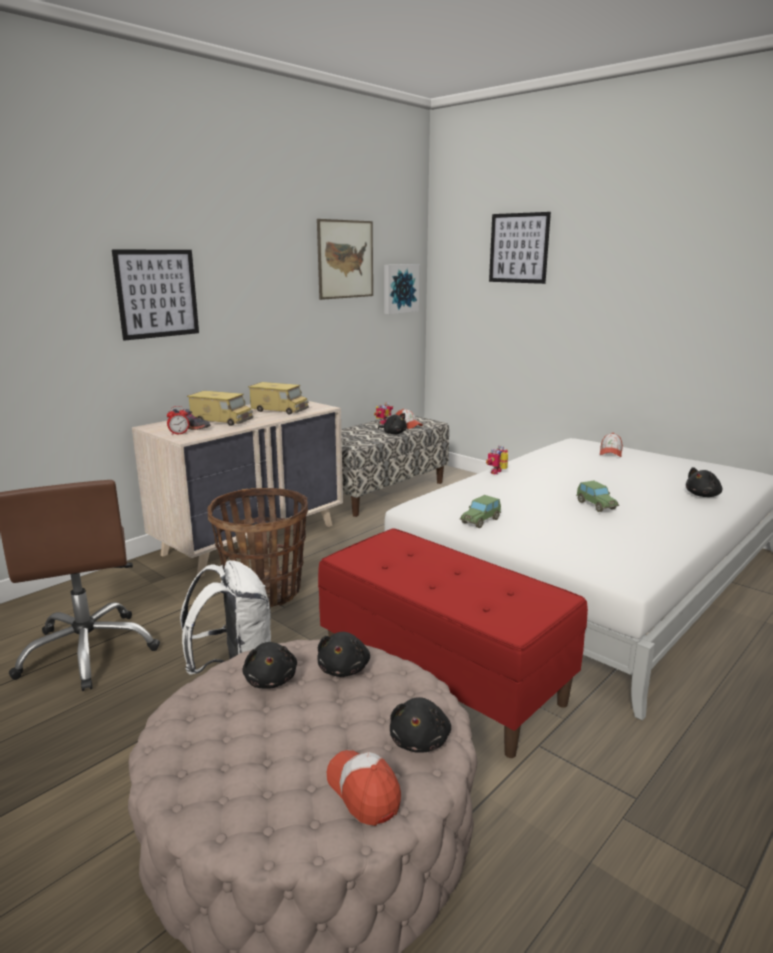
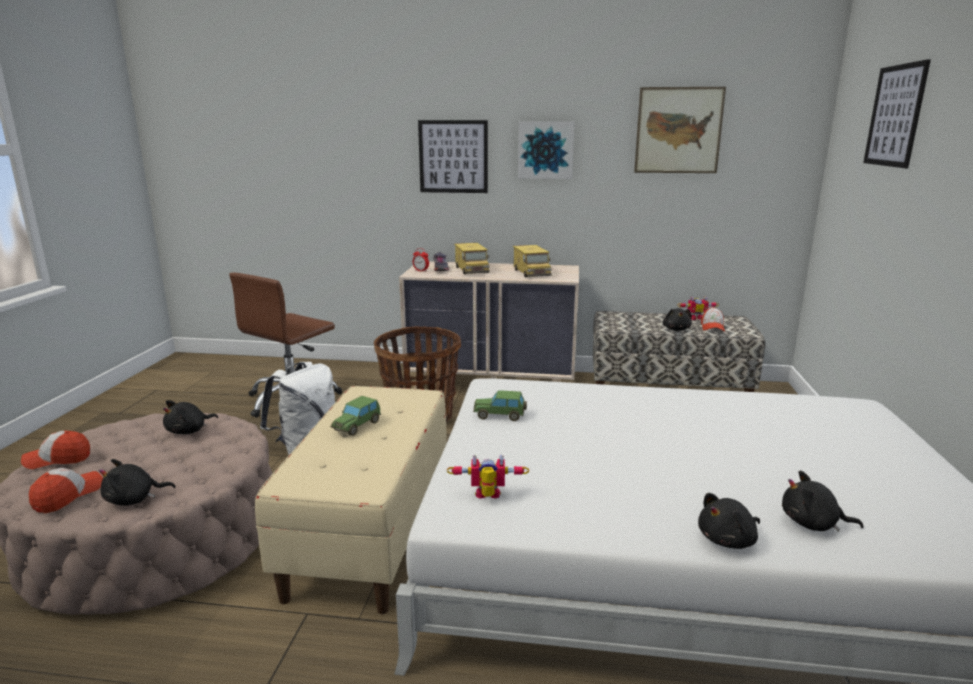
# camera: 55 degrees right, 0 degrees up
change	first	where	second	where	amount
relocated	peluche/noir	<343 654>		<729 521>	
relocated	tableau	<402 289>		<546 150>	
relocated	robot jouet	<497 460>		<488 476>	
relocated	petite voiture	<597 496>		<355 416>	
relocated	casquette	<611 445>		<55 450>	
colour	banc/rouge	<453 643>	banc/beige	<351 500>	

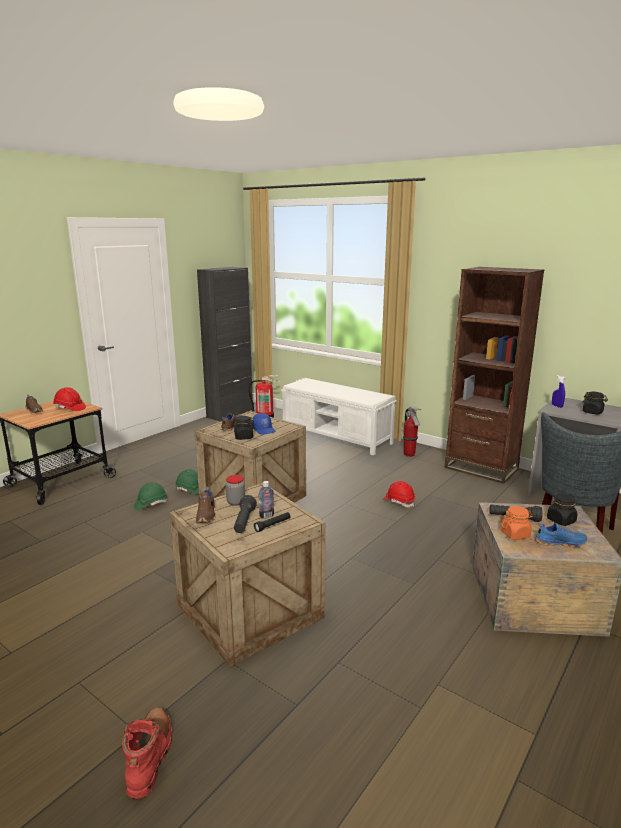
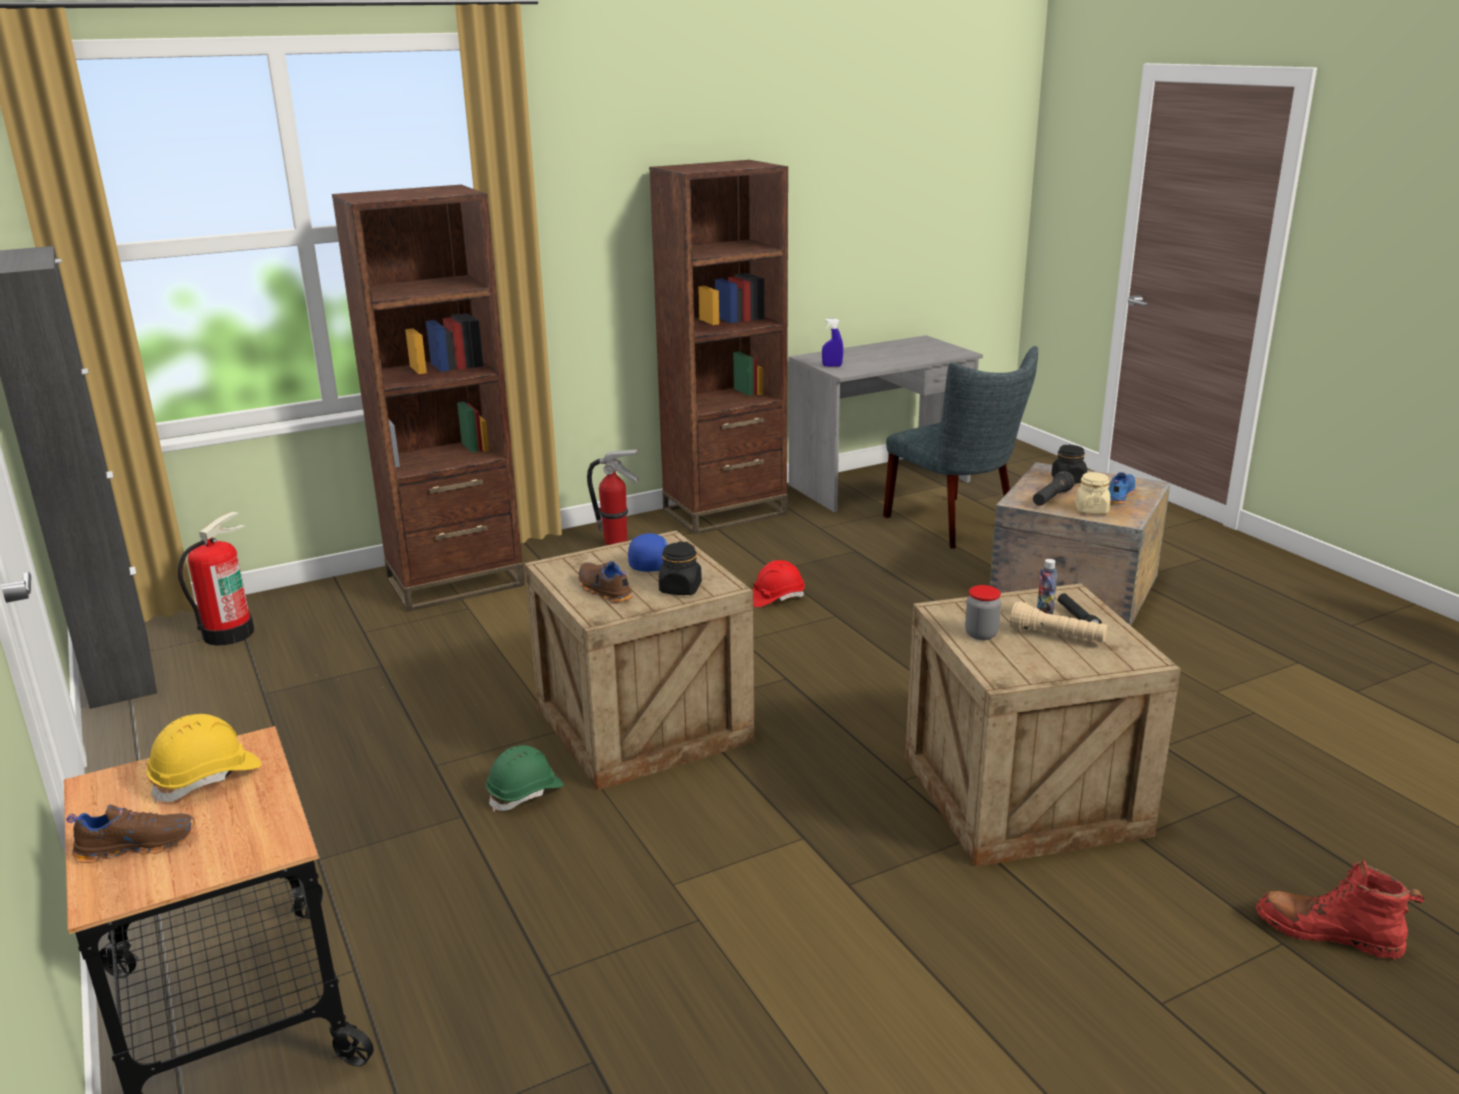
# camera: 65 degrees left, 5 degrees up
change	first	where	second	where	amount
missing	casque de chantier/vert	<150 496>			
missing	chaussure/marron	<206 505>			
missing	bocal/noir	<595 403>			
exchanged	banc/blanc	<339 416>	bibliothèque/marron	<428 398>	
colour	casque de chantier/rouge	<69 399>	casque de chantier/jaune	<203 758>	
colour	lampe de poche/noir	<245 514>	lampe de poche/beige	<1058 622>	
colour	bocal/orange	<516 523>	bocal/beige	<1092 493>	

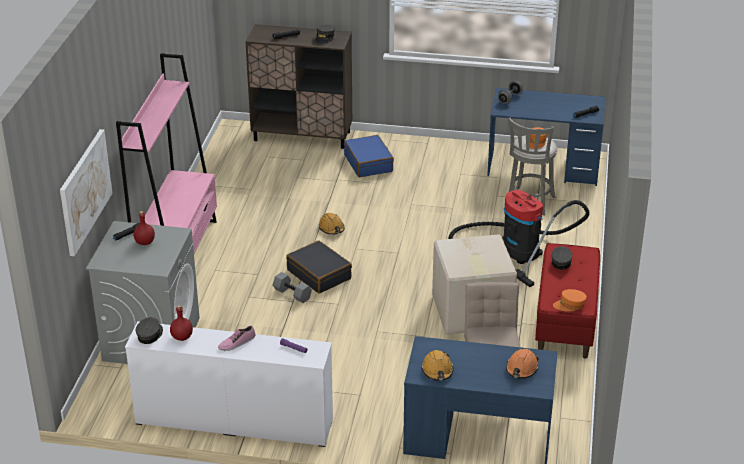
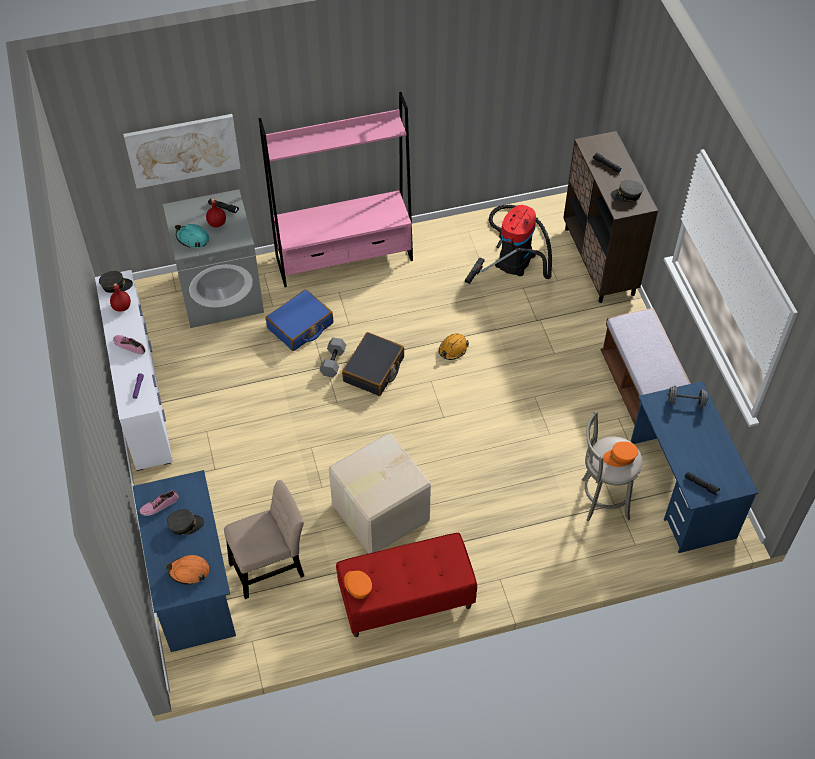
# camera: 65 degrees right, 20 degrees up
change	first	where	second	where	amount
appeared			casque de chantier/turquoise	<192 236>	
appeared			banc/marron	<646 366>	
relocated	valise/bleu	<369 156>		<299 320>	
relocated	aspirateur	<518 238>		<508 244>	
relocated	casquette/gris	<562 258>		<185 522>	
exchanged	casque de chantier/orange	<437 365>	chaussure	<159 503>	

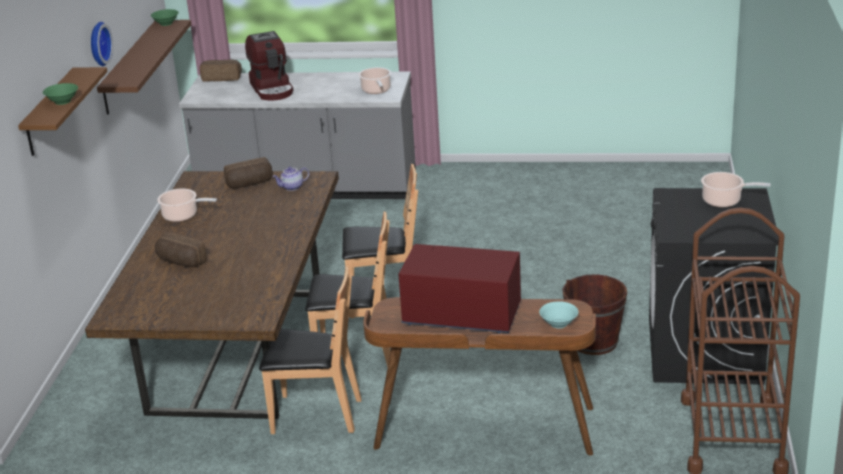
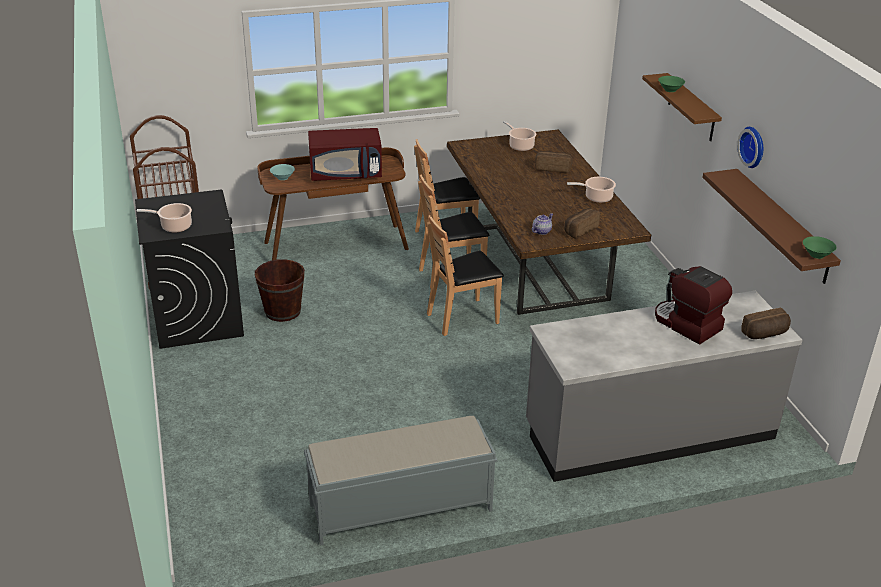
# camera: 155 degrees right, 5 degrees up
change	first	where	second	where	amount
appeared			banc/gris	<400 480>	
relocated	marmite	<374 80>		<519 136>	

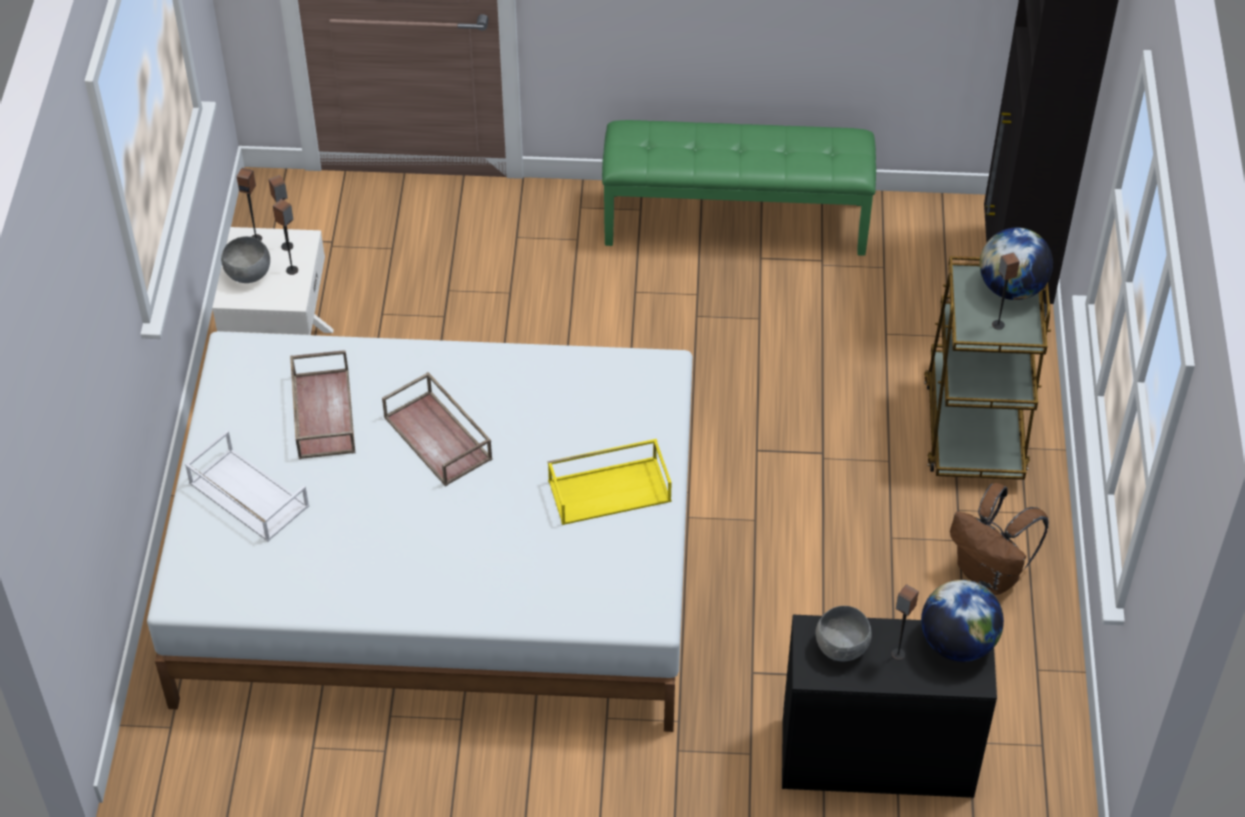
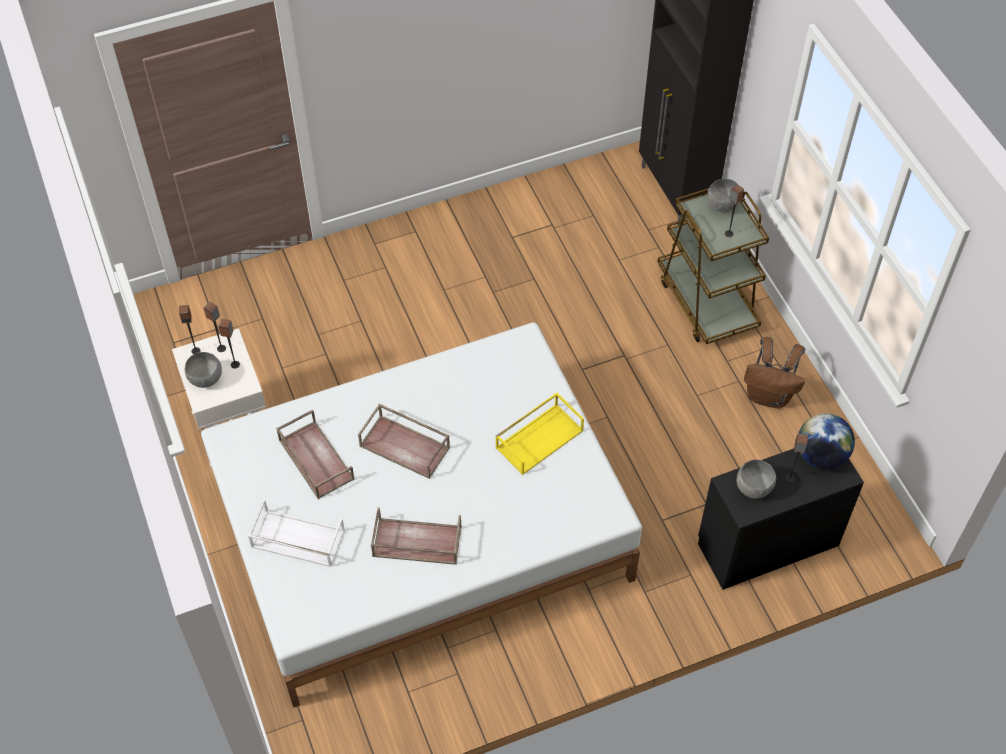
# camera: 25 degrees left, 5 degrees up
change	first	where	second	where	amount
missing	banc/vert	<739 188>			
appeared			plateau/marron	<416 536>	
exchanged	globe	<1016 264>	bol/gris	<723 195>	

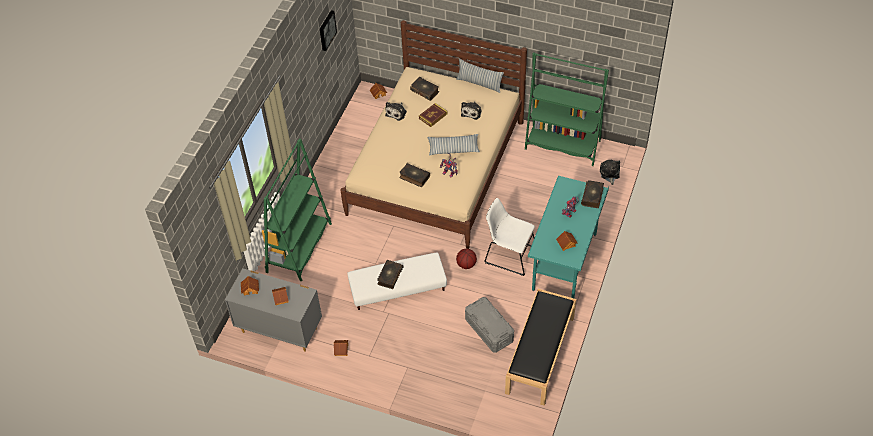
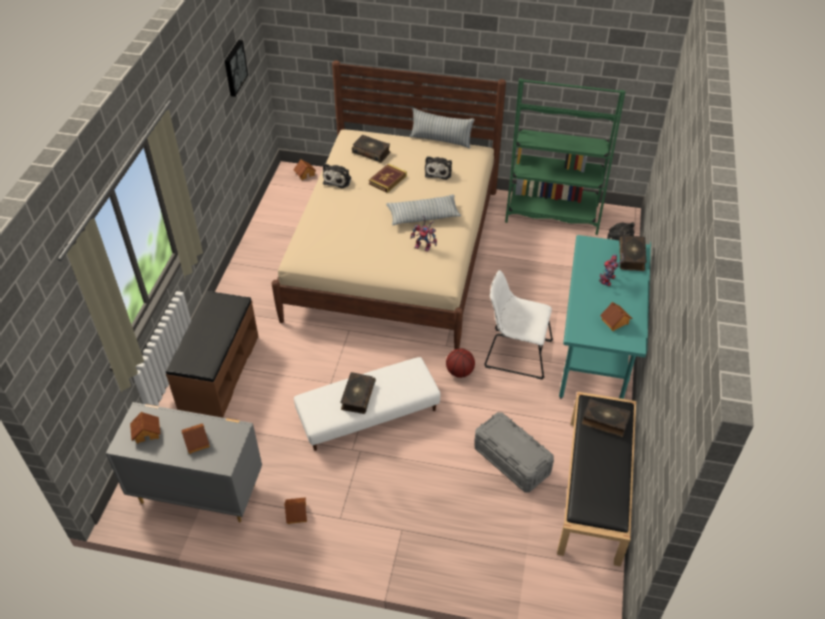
# camera: 10 degrees left, 5 degrees down
change	first	where	second	where	amount
relocated	livre	<414 175>		<606 418>	
exchanged	bibliothèque/vert	<297 210>	banc/marron	<212 354>	

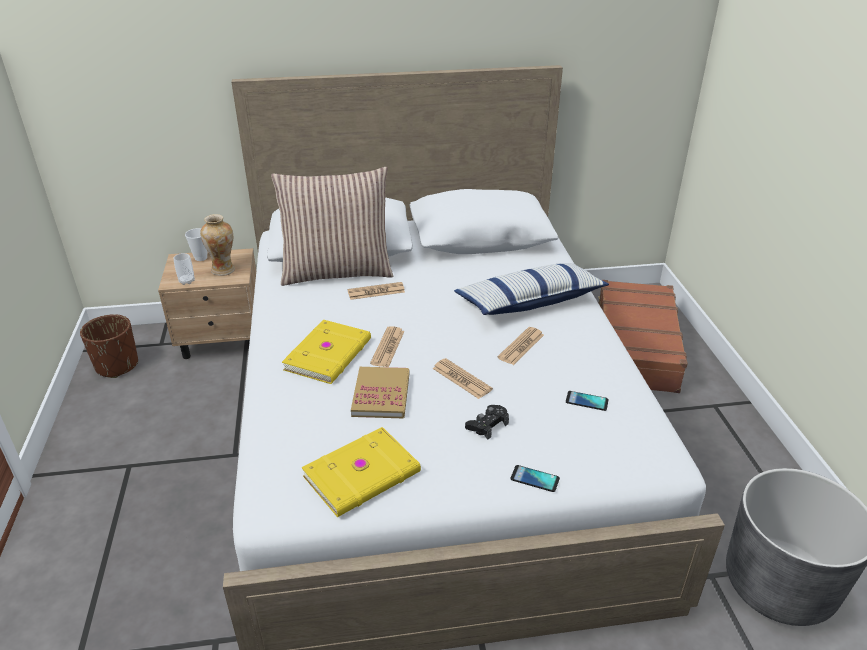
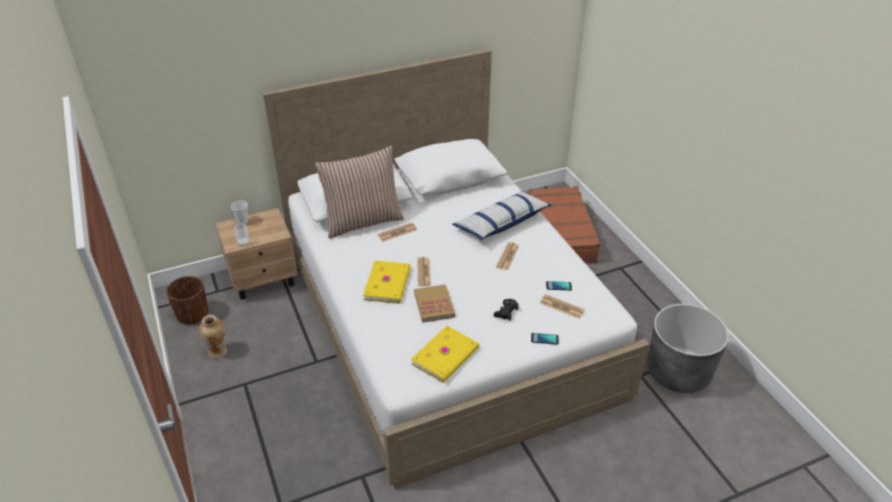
# camera: 15 degrees left, 5 degrees up
change	first	where	second	where	amount
relocated	vase	<217 245>		<213 336>	
relocated	journal	<462 378>		<562 306>	

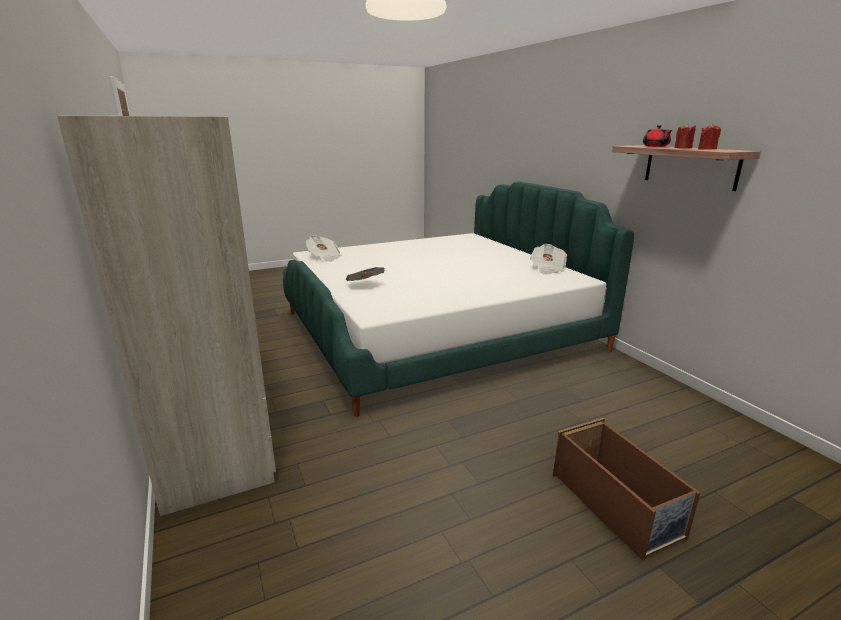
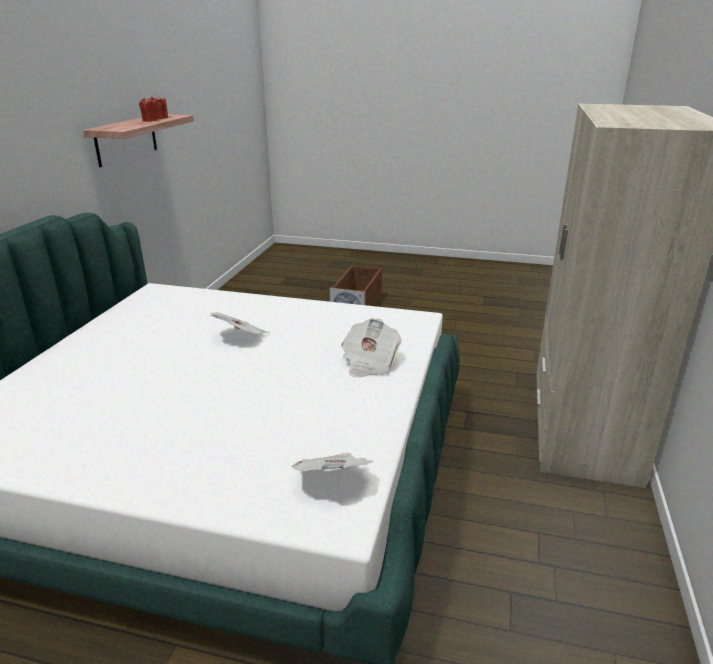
# camera: 140 degrees left, 5 degrees up
change	first	where	second	where	amount
missing	théière/rouge	<658 136>			
relocated	journal	<548 259>		<240 323>	

